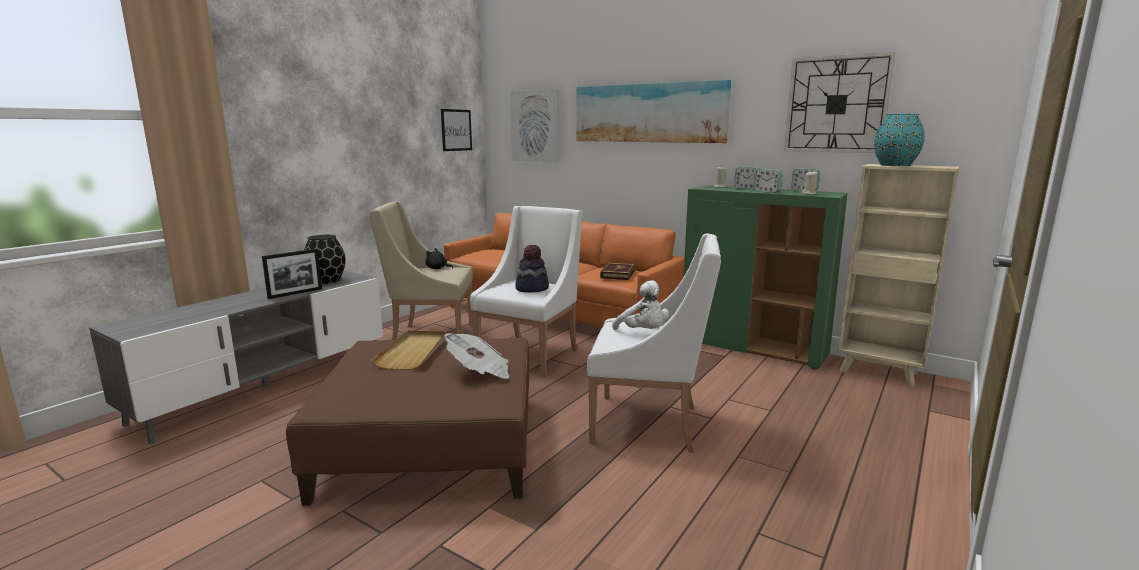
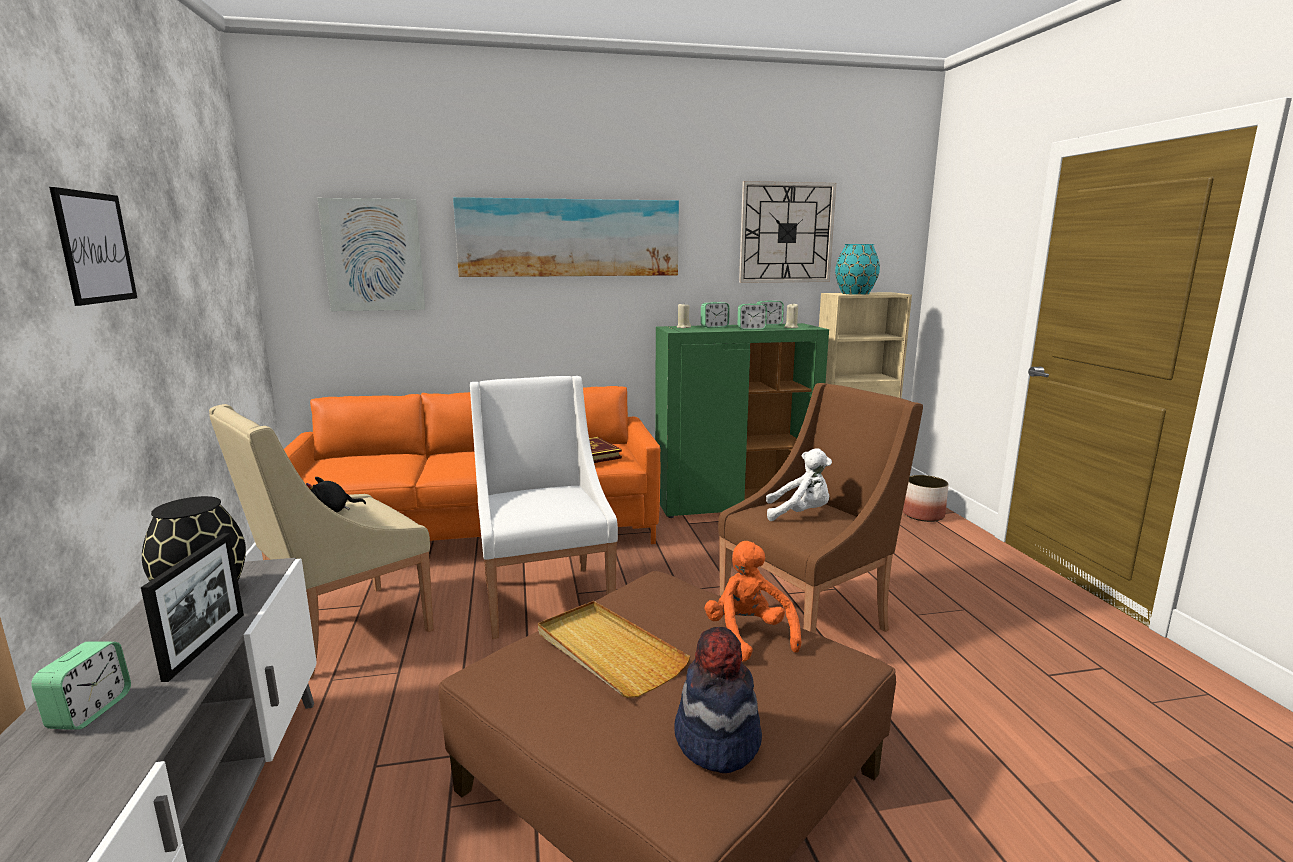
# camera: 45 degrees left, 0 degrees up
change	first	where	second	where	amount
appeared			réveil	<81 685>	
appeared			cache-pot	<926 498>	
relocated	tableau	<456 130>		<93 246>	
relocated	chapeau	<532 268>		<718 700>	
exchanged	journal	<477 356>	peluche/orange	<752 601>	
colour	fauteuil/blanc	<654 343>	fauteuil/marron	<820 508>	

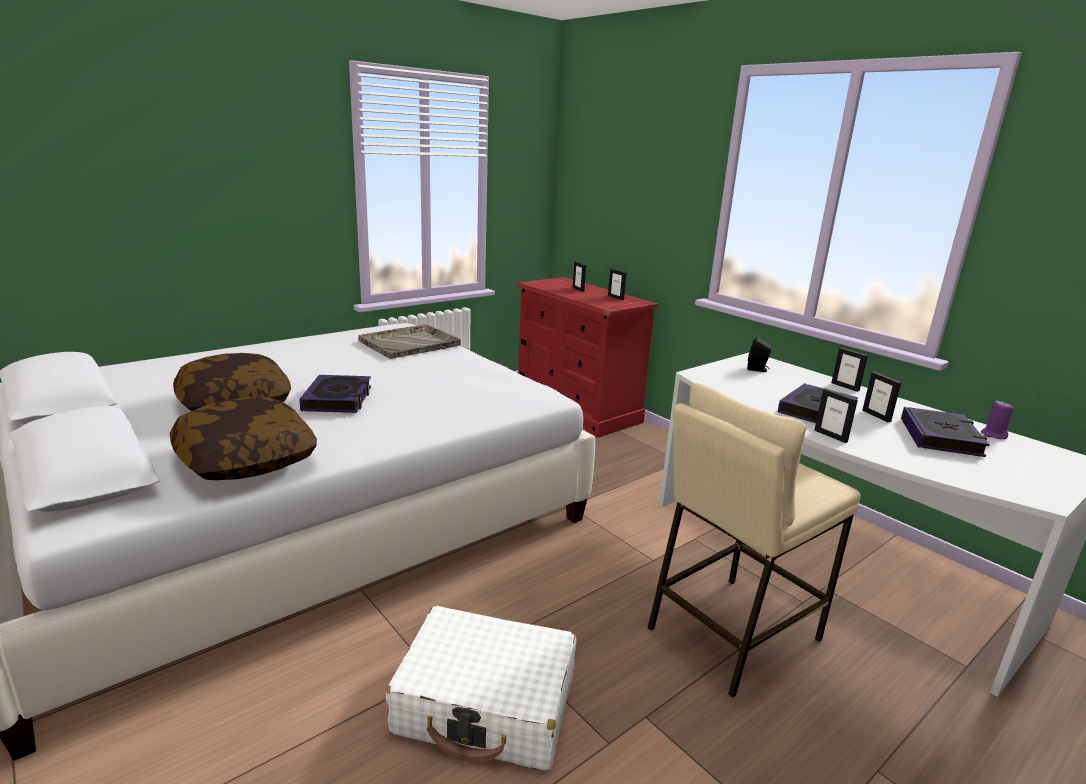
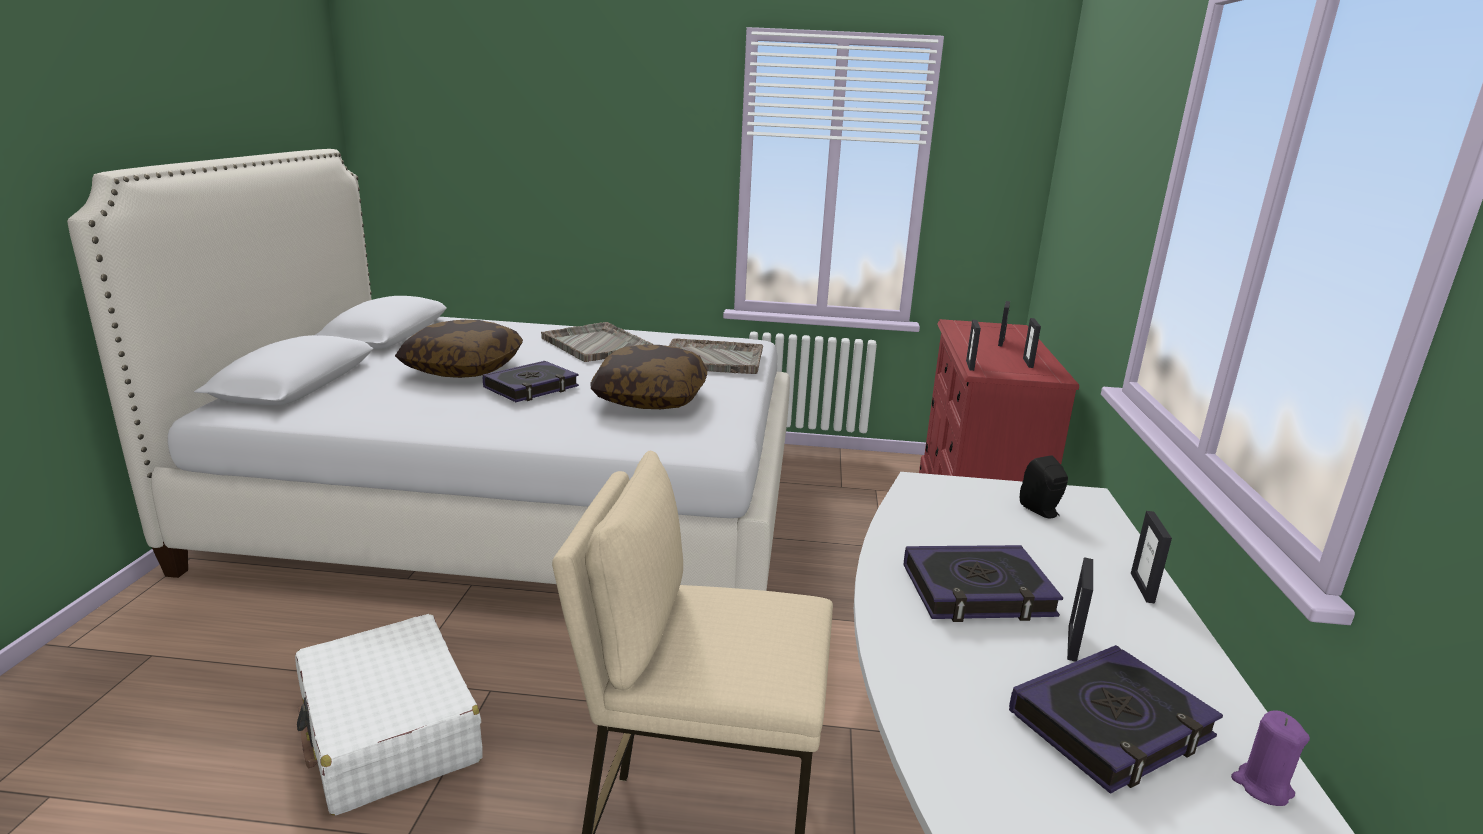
# camera: 45 degrees right, 0 degrees up
change	first	where	second	where	amount
appeared			plateau/gris	<597 342>	
relocated	coussin	<243 438>		<648 377>	
relocated	cadre photo	<836 415>		<973 345>	

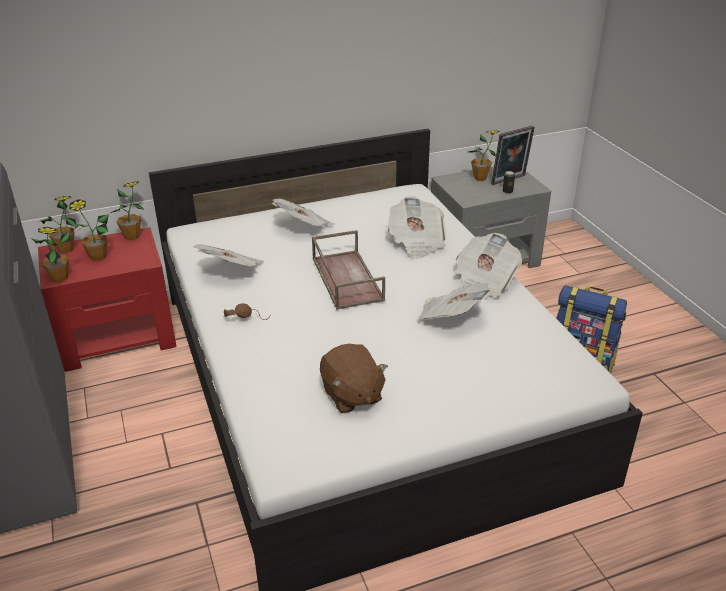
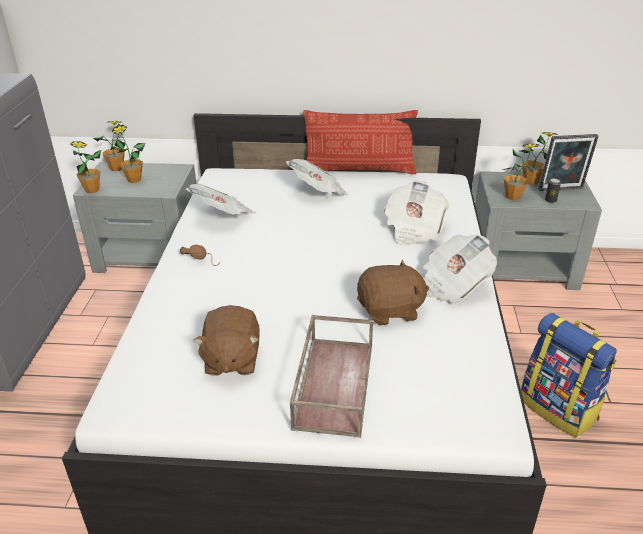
# camera: 25 degrees right, 0 degrees up
change	first	where	second	where	amount
appeared			coussin	<360 142>	
relocated	plante en pot	<127 211>		<520 172>	
relocated	plateau/marron	<348 270>		<331 376>	
exchanged	journal	<454 301>	peluche/marron	<393 292>	
colour	table de chevet/rouge	<107 299>	table de chevet/gris	<134 217>	

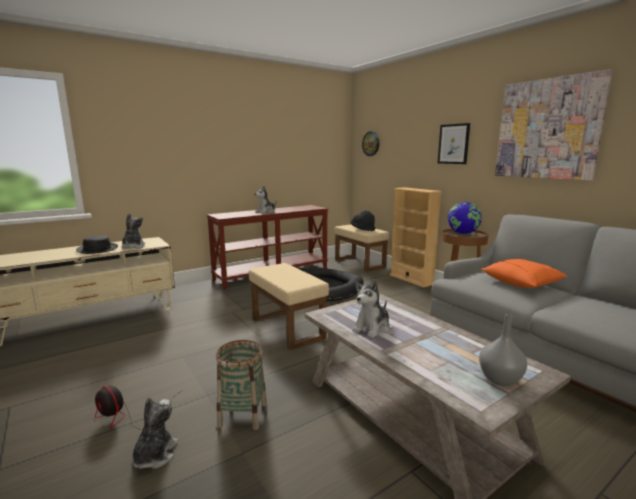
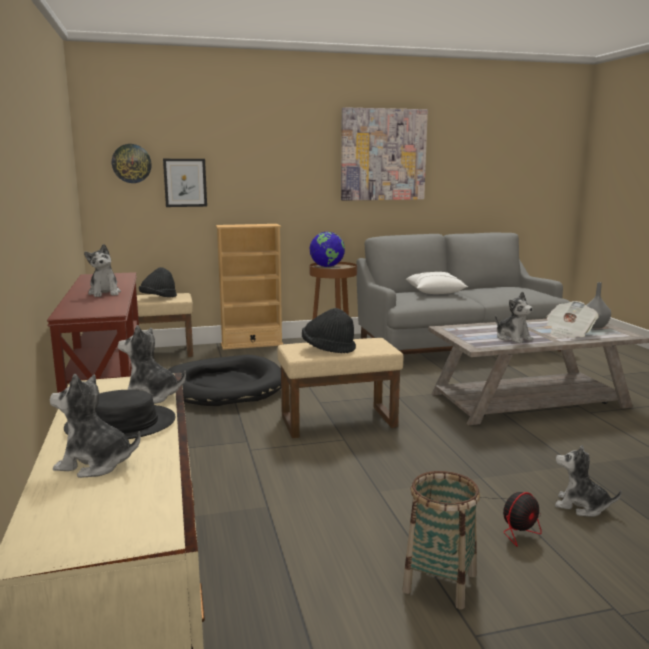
# camera: 70 degrees left, 0 degrees up
change	first	where	second	where	amount
appeared			peluche	<95 426>	
appeared			chapeau/noir	<329 330>	
appeared			journal	<572 319>	
relocated	panier	<241 385>		<441 540>	
relocated	tableau	<454 143>		<185 183>	
colour	coussin/orange	<524 273>	coussin/blanc	<437 283>	

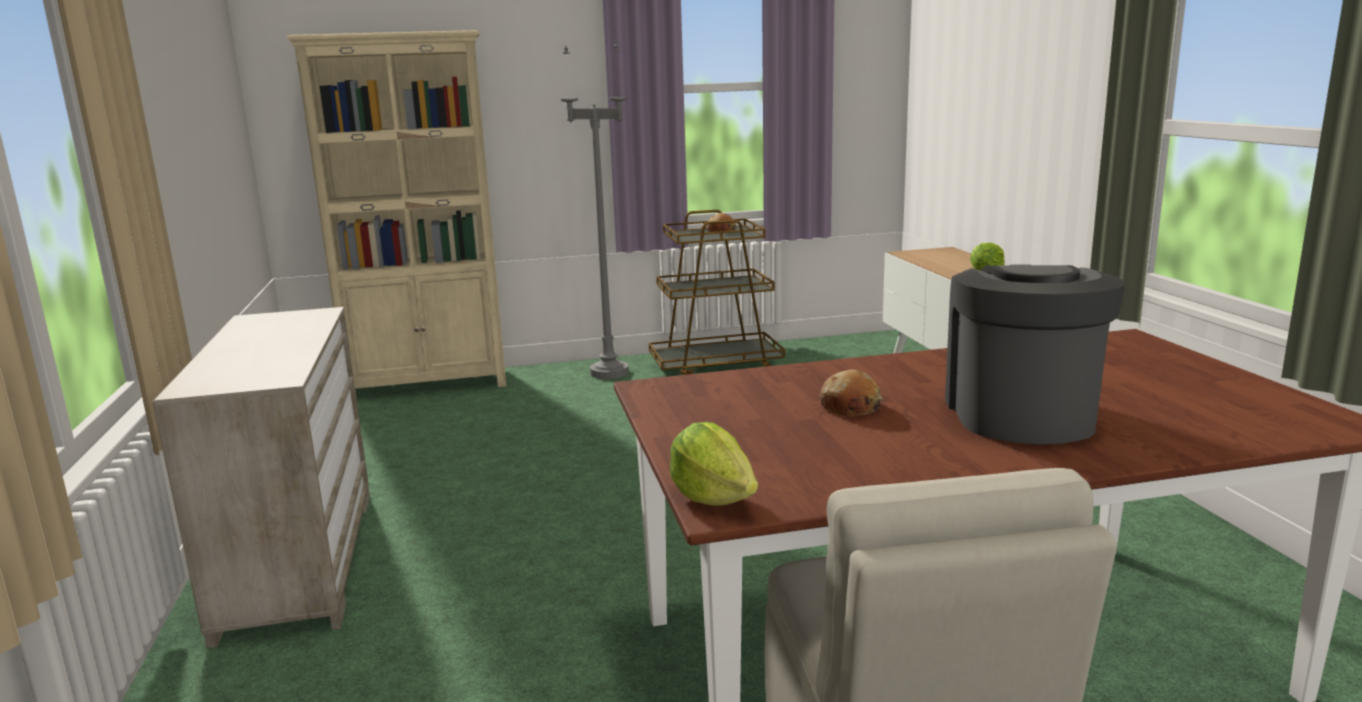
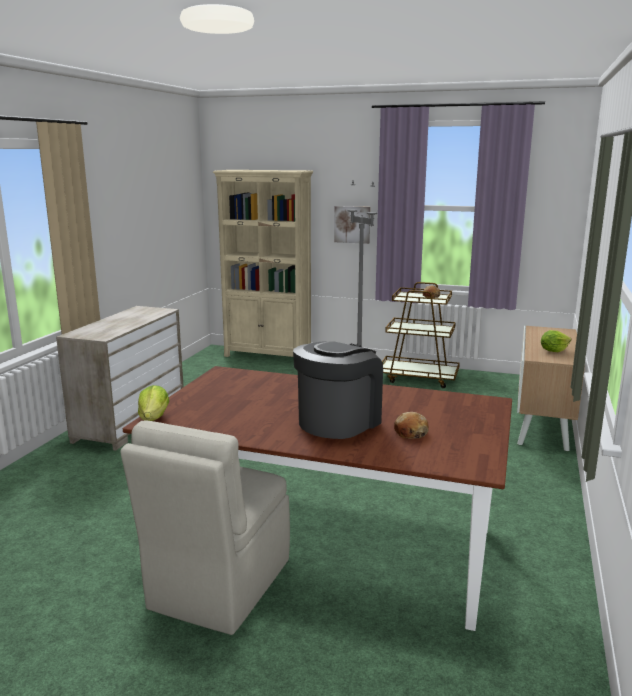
# camera: 30 degrees right, 0 degrees up
change	first	where	second	where	amount
appeared			tableau	<352 225>	
relocated	pain	<851 392>		<411 425>	

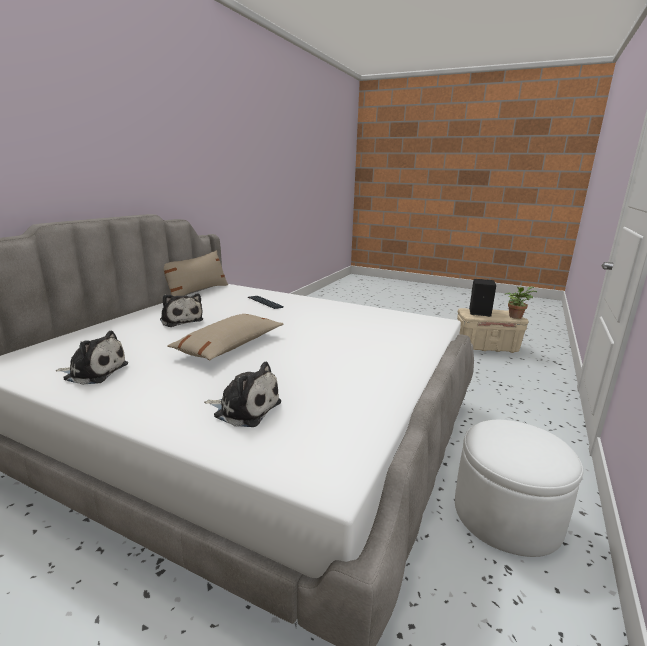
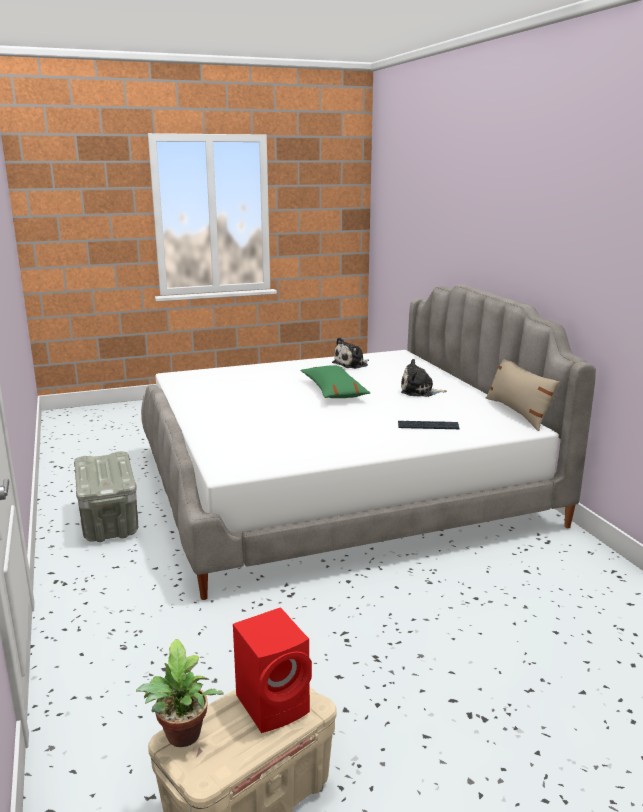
# camera: 135 degrees right, 0 degrees up
change	first	where	second	where	amount
missing	peluche	<242 394>			
exchanged	pouf/blanc	<519 488>	boîte de rangement/gris	<106 496>	
colour	coussin/beige	<225 337>	coussin/vert	<336 381>	
colour	enceinte/noir	<482 298>	enceinte/rouge	<272 670>	

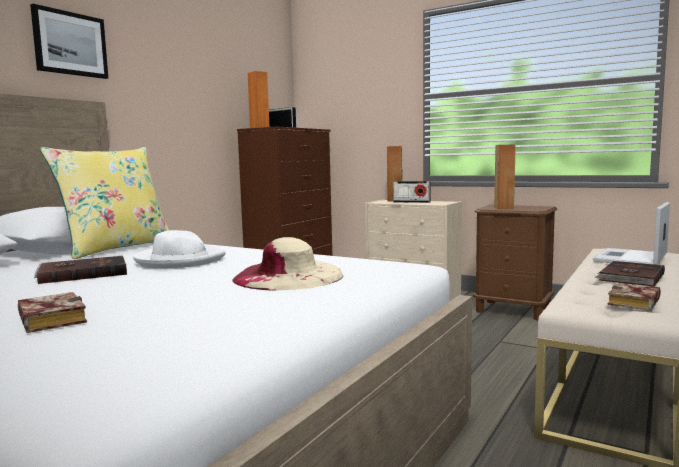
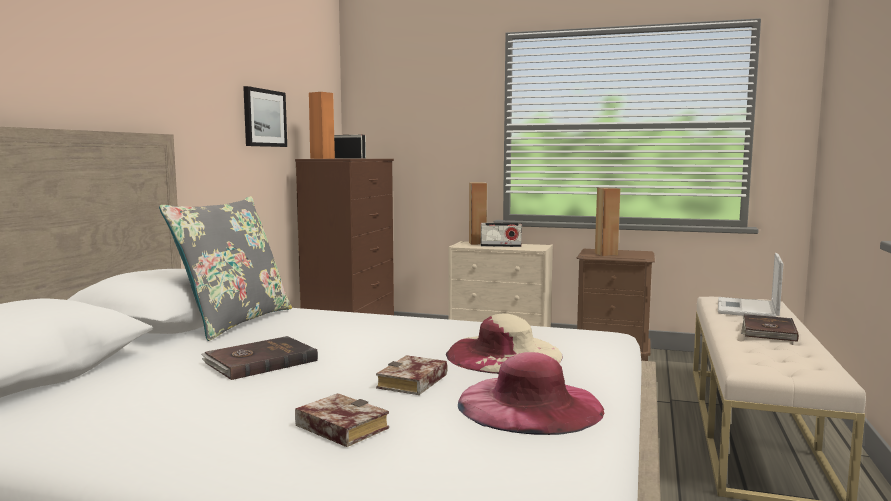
# camera: 15 degrees left, 0 degrees up
change	first	where	second	where	amount
missing	chapeau/blanc	<179 249>			
appeared			chapeau/rose	<531 393>	
relocated	tableau	<69 41>		<265 116>	
relocated	livre	<634 297>		<412 375>	
colour	coussin/jaune	<104 203>	coussin/gris	<225 268>	

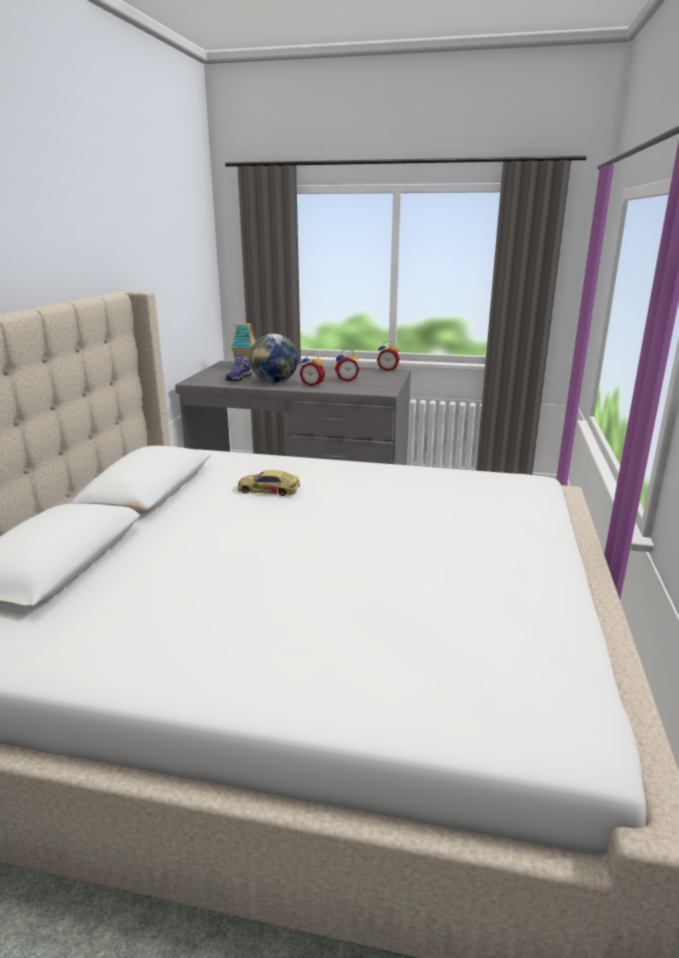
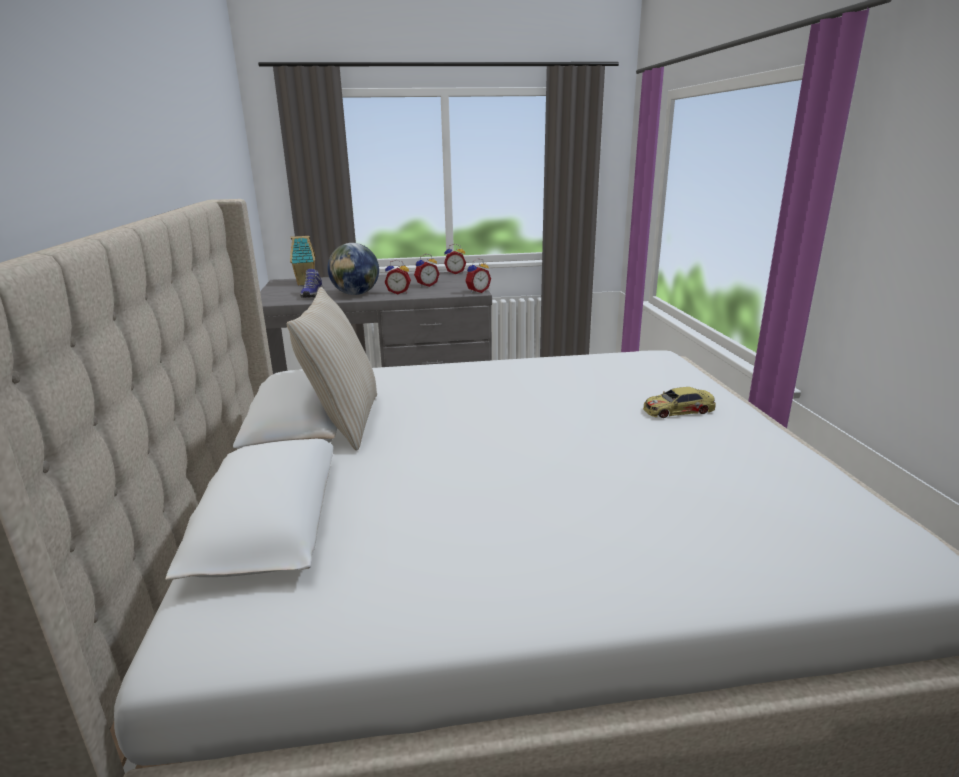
# camera: 20 degrees left, 0 degrees up
change	first	where	second	where	amount
appeared			coussin/beige	<332 369>	
appeared			réveil	<478 275>	
relocated	petite voiture	<269 483>		<679 402>	

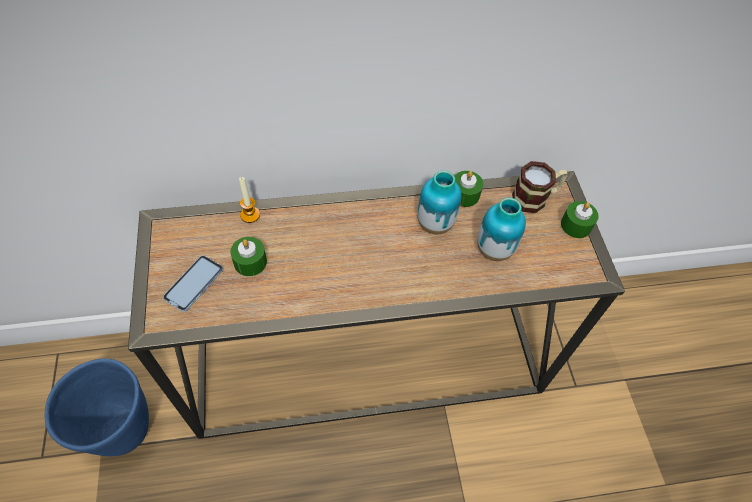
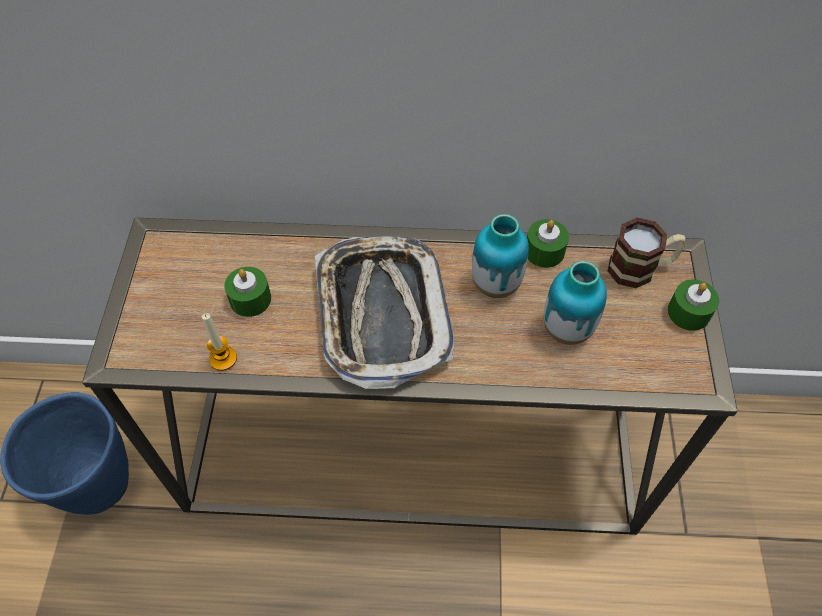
# camera: 15 degrees right, 0 degrees up
change	first	where	second	where	amount
missing	téléphone	<193 283>			
appeared			plateau	<384 312>	
relocated	bougie	<249 200>		<219 342>	

